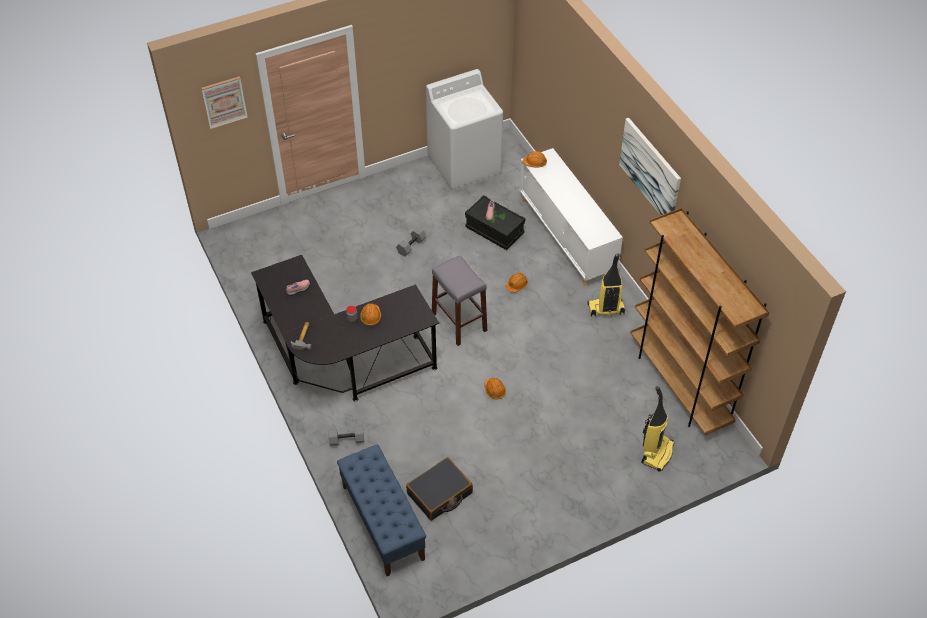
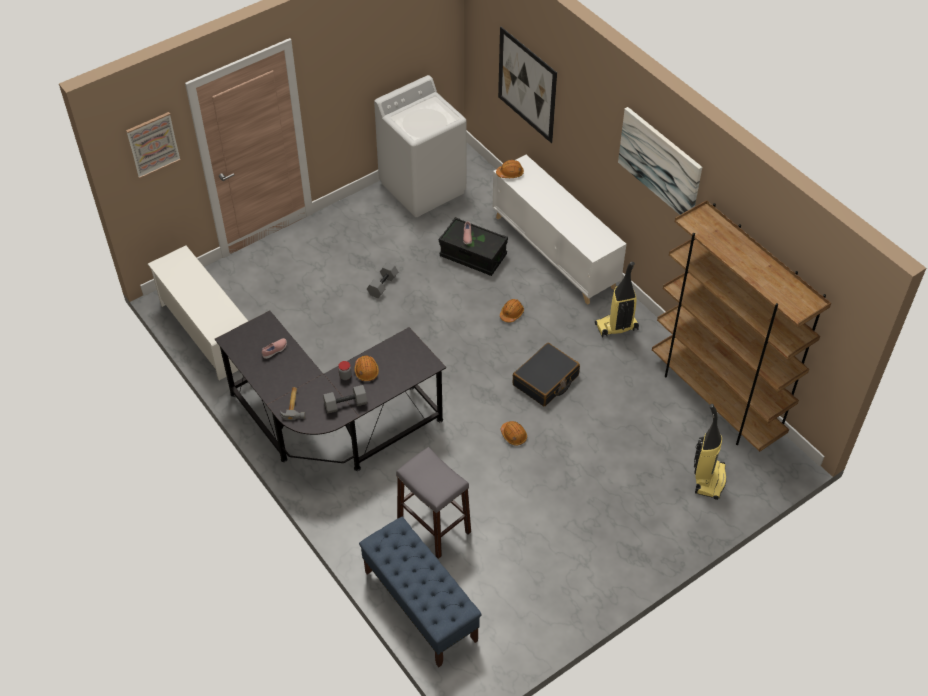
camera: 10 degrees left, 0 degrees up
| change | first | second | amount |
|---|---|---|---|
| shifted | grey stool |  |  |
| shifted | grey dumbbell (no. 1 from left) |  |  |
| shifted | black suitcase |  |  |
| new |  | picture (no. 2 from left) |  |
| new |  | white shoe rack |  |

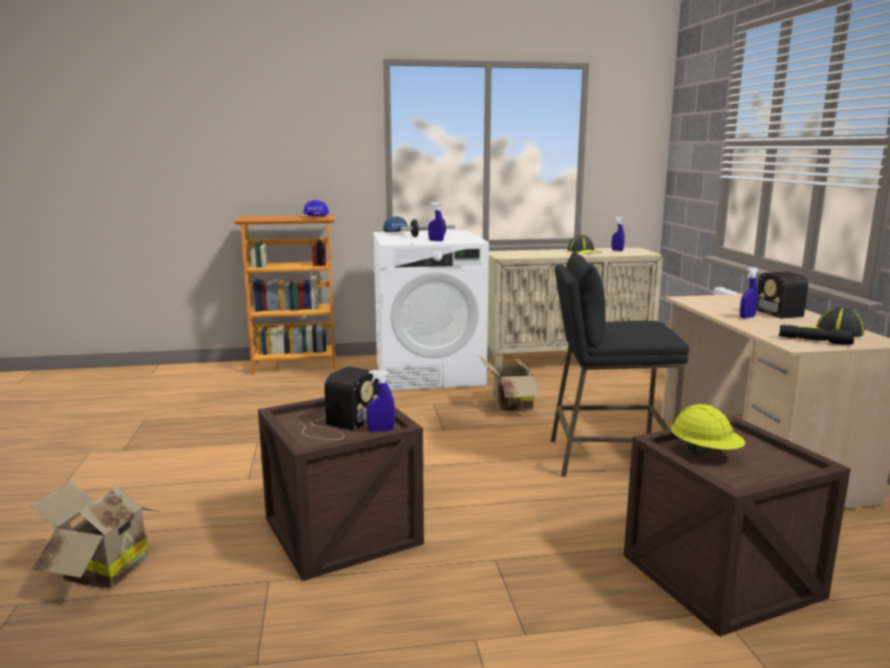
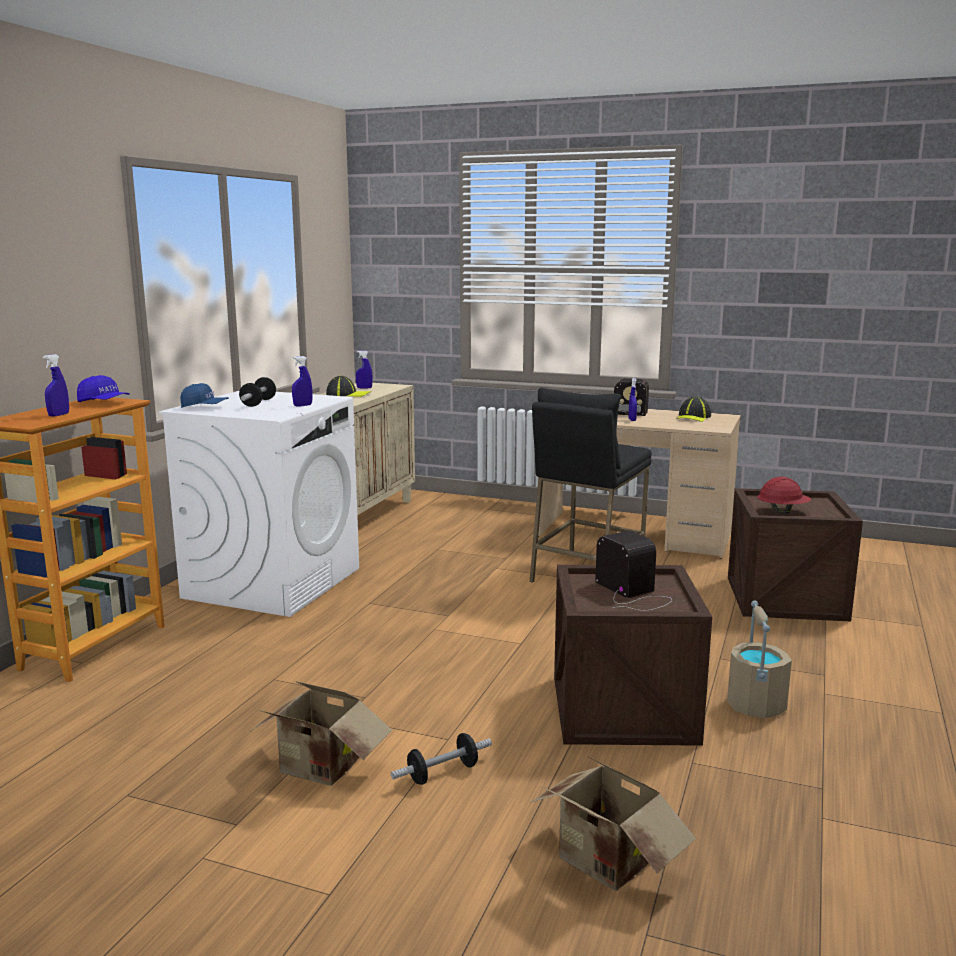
camera: 60 degrees left, 0 degrees up
| change | first | second | amount |
|---|---|---|---|
| gone | black flashlight |  |  |
| shifted | cardboard box (no. 2 from left in the first image) | cardboard box (no. 1 from left) |  |
| shifted | blue spray bottle (no. 1 from left) |  |  |
| repainted | yellow hard hat | red hard hat |  |
| new |  | beige bucket |  |
| new |  | dumbbell (no. 2 from left) |  |

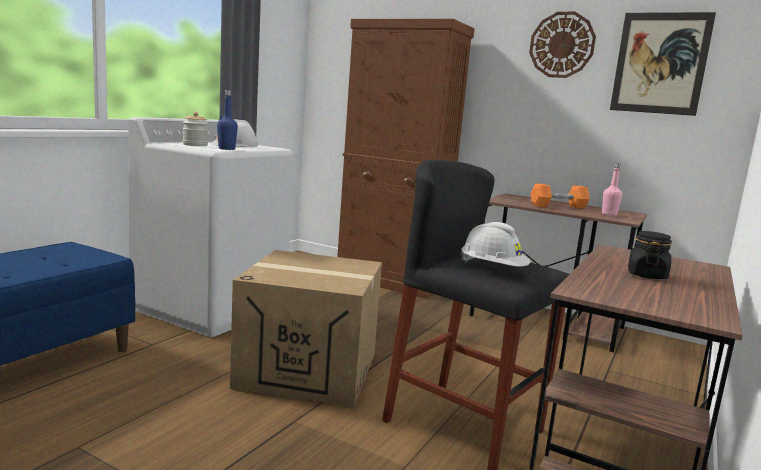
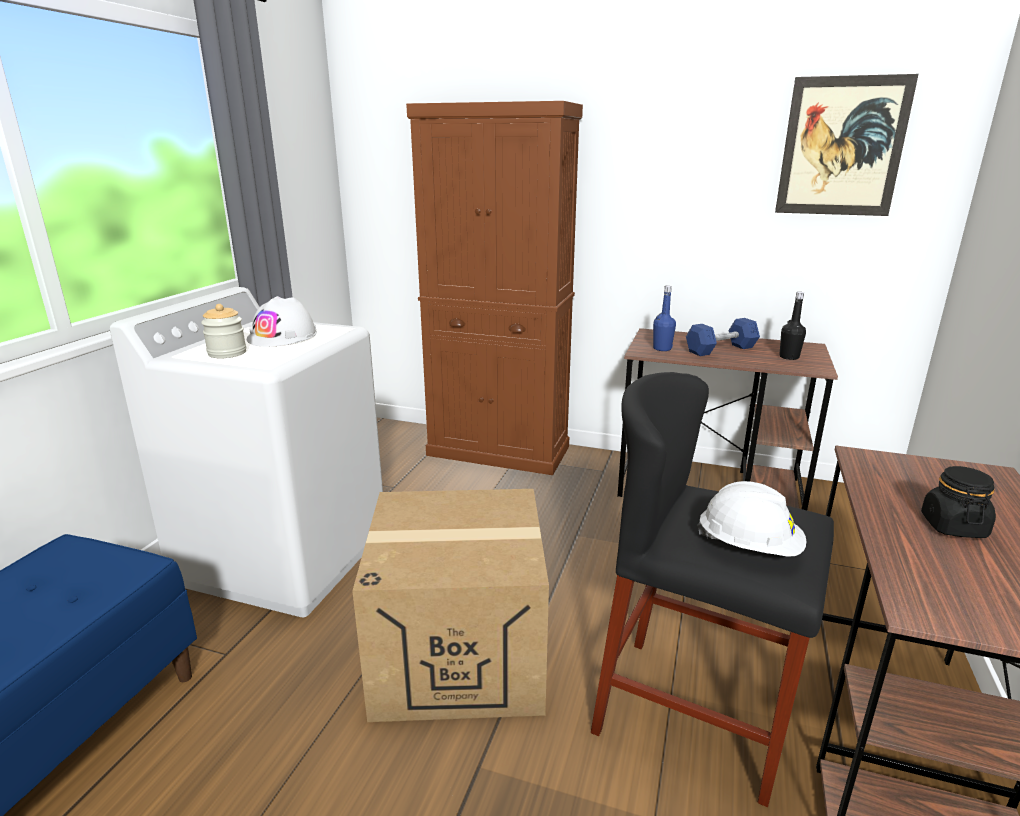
camera: 10 degrees left, 10 degrees up
| change | first | second | amount |
|---|---|---|---|
| gone | wall clock |  |  |
| shifted | blue bottle |  |  |
| repainted | pink bottle | black bottle |  |
| repainted | orange dumbbell | blue dumbbell |  |

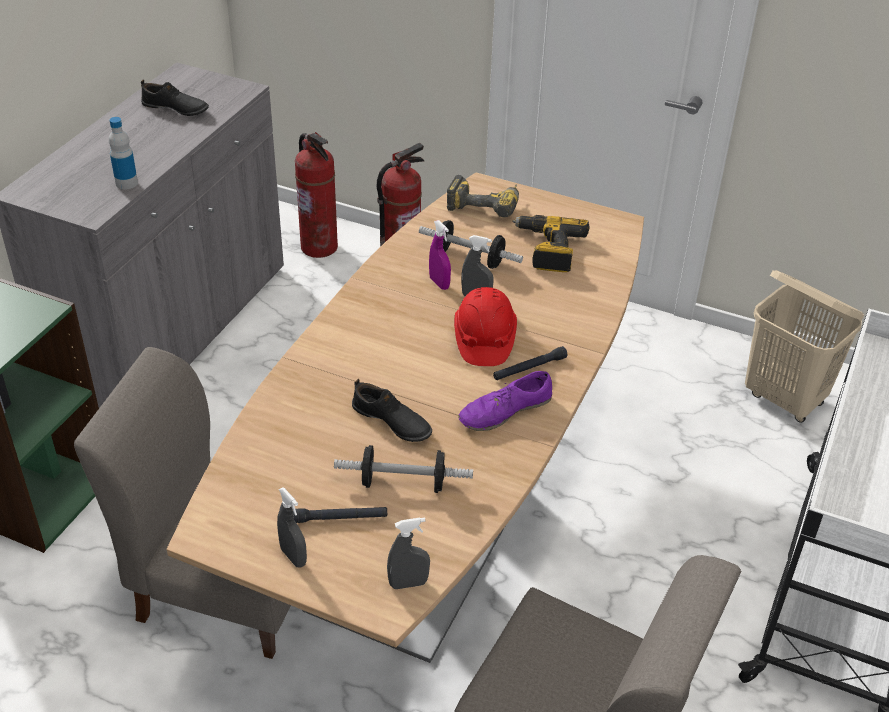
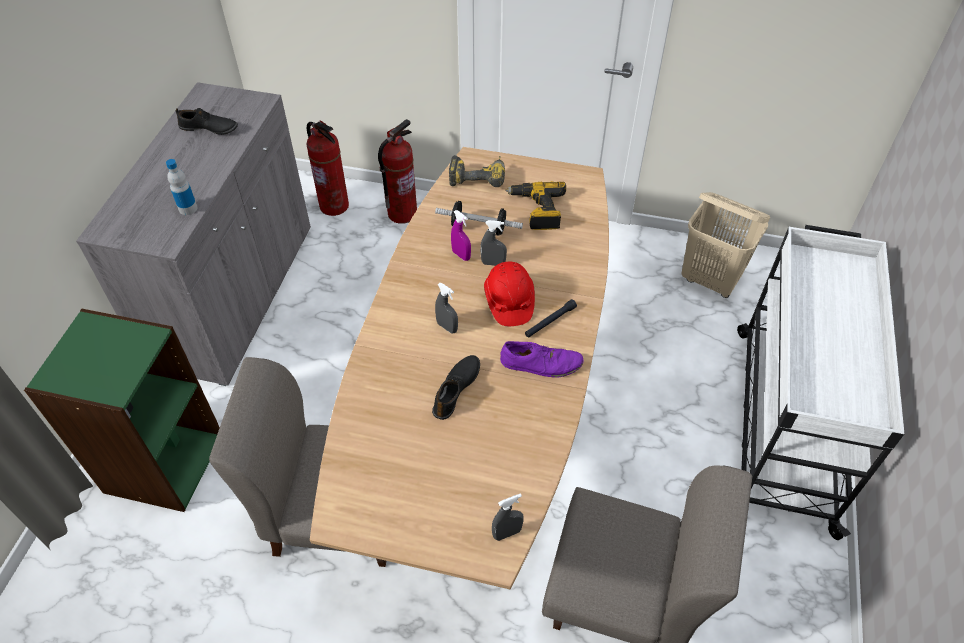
camera: 10 degrees left, 10 degrees up
| change | first | second | amount |
|---|---|---|---|
| rotated | purple shoe |  | 135 degrees counterclockwise |
| rotated | black shoe (no. 2 from left) |  | 90 degrees counterclockwise |
| gone | dumbbell (no. 1 from left) |  |  |
| shifted | grey spray bottle (no. 1 from left) |  |  |
| gone | black flashlight (no. 1 from left) |  |  |

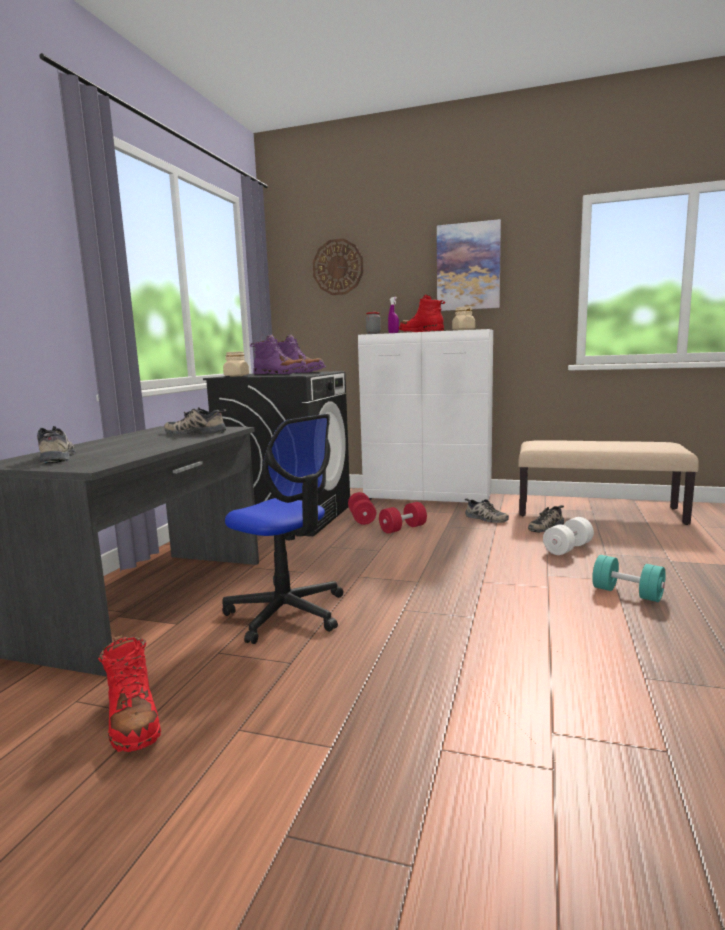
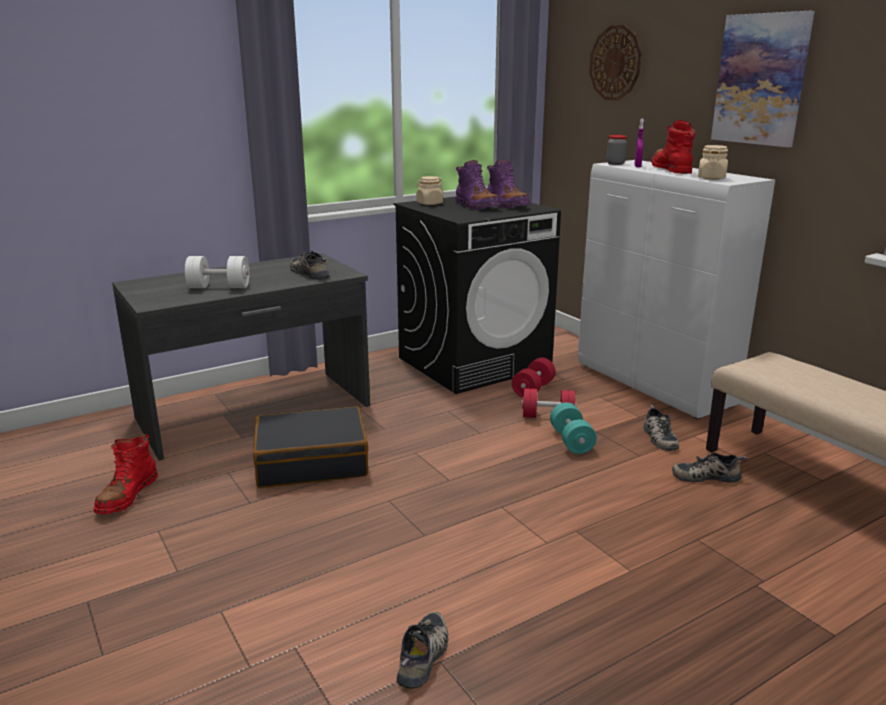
camera: 40 degrees right, 10 degrees up
| change | first | second | amount |
|---|---|---|---|
| swapped | office chair | black suitcase |  |
| shifted | shoe (no. 1 from left in the first image) | shoe (no. 2 from left) |  |
| shifted | white dumbbell |  |  |
| shifted | turquoise dumbbell |  |  |

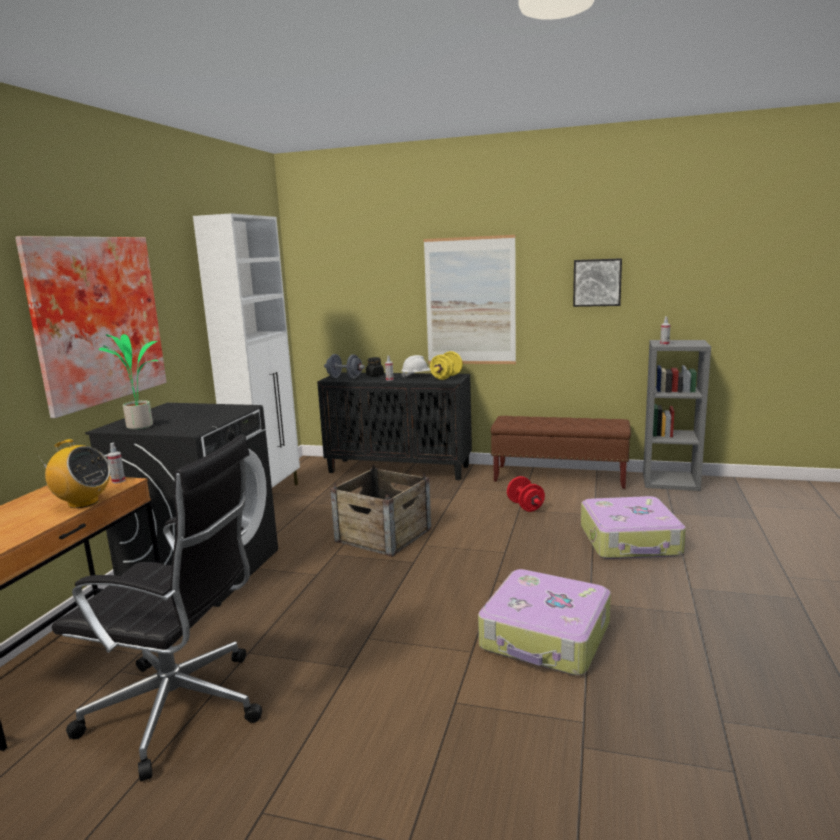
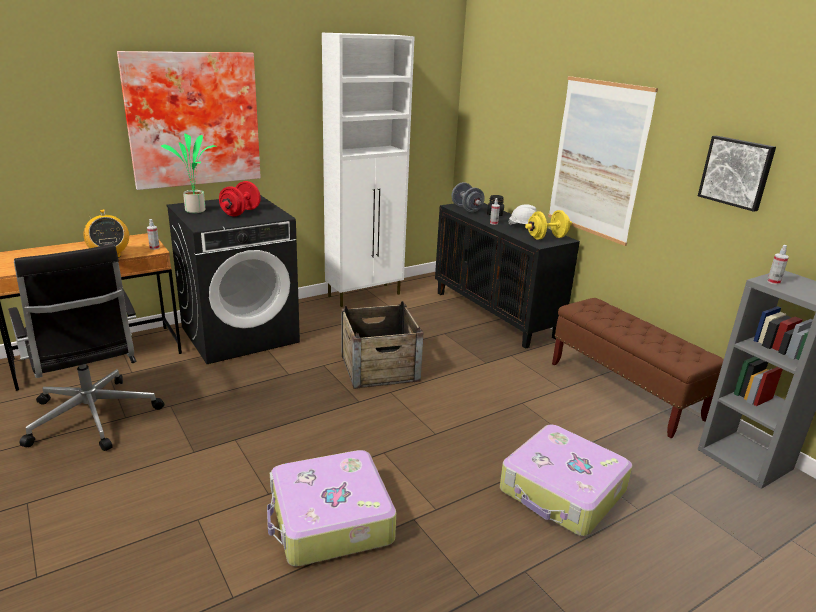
camera: 40 degrees right, 10 degrees up
| change | first | second | amount |
|---|---|---|---|
| shifted | red dumbbell |  |  |

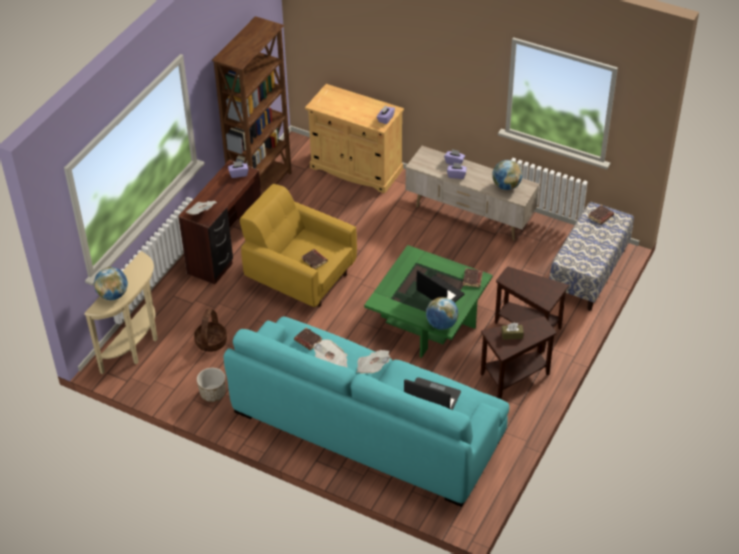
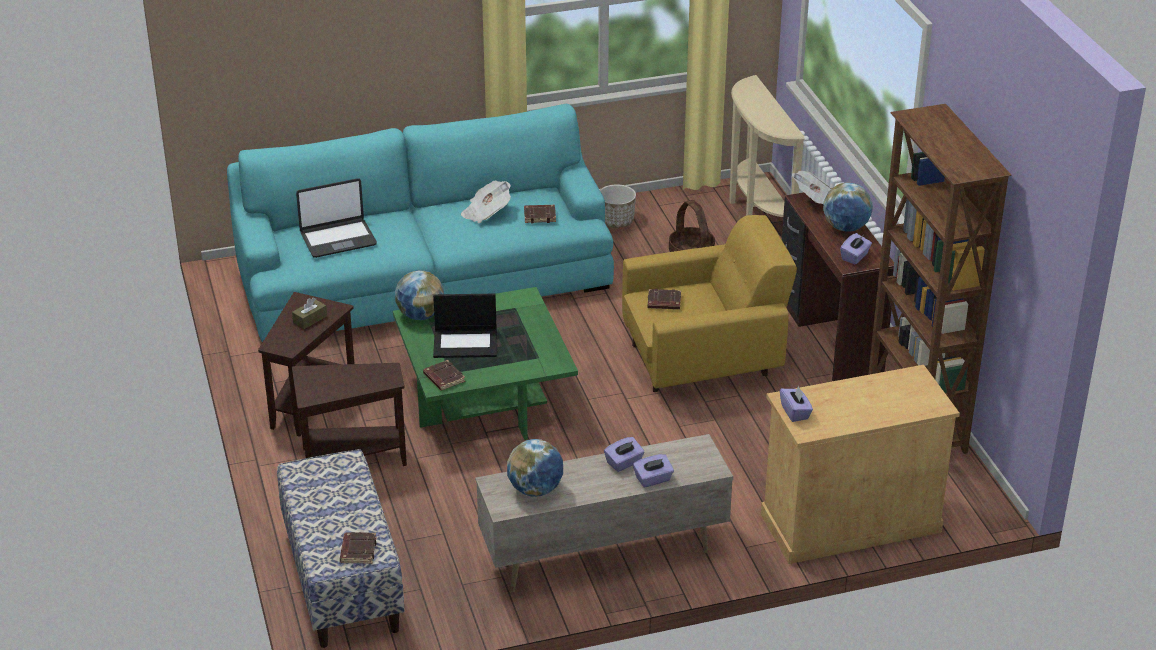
camera: 135 degrees right, 10 degrees down
| change | first | second | amount |
|---|---|---|---|
| shifted | globe (no. 1 from left in the first image) | globe (no. 3 from left) |  |
| gone | newspaper (no. 3 from left) |  |  |

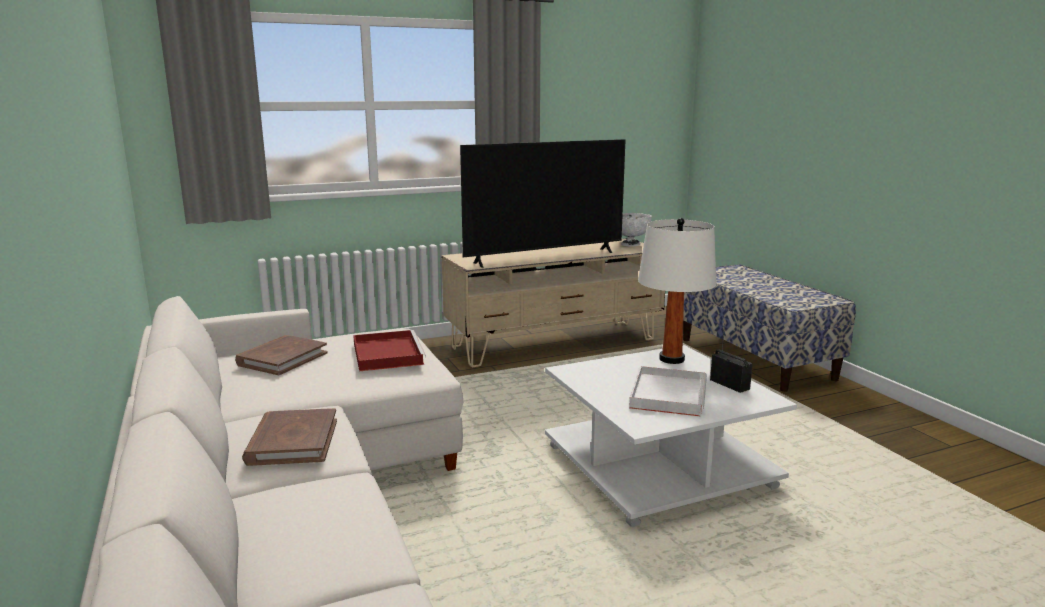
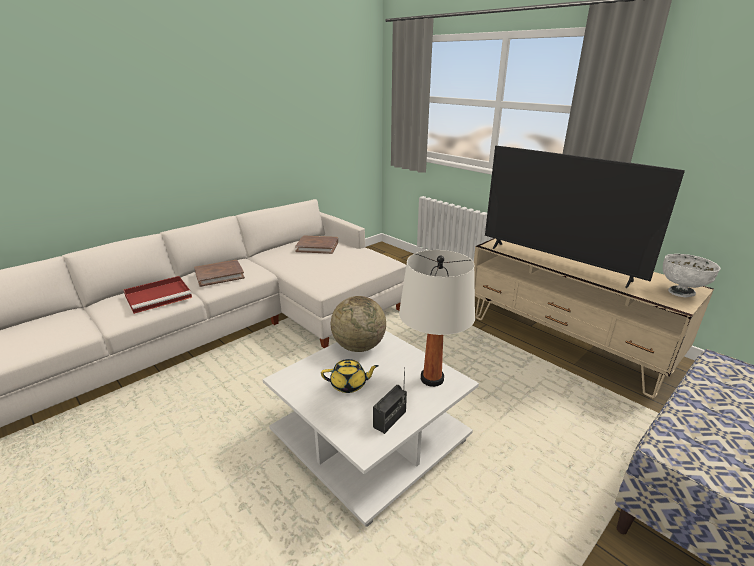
camera: 70 degrees right, 10 degrees up
| change | first | second | amount |
|---|---|---|---|
| shifted | red tray |  |  |
| swapped | white tray | yellow teapot |  |
| new |  | globe |  |

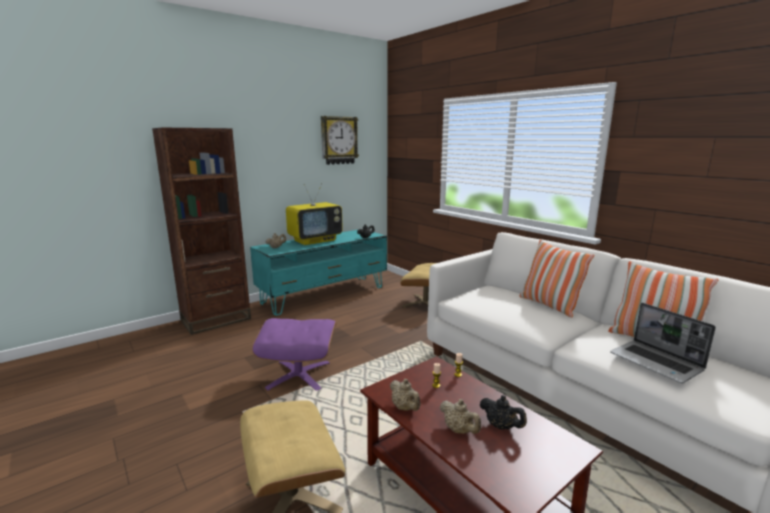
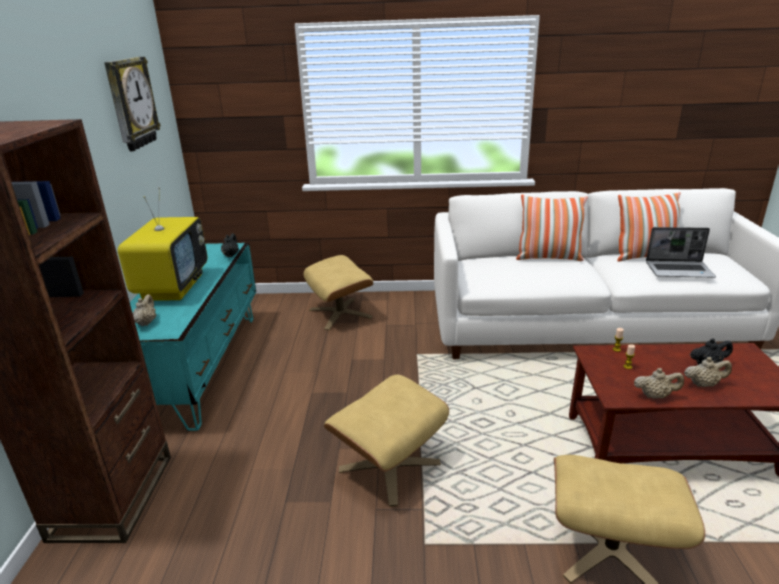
camera: 50 degrees left, 10 degrees up
| change | first | second | amount |
|---|---|---|---|
| repainted | purple ottoman | beige ottoman (no. 2 from left) |  |

